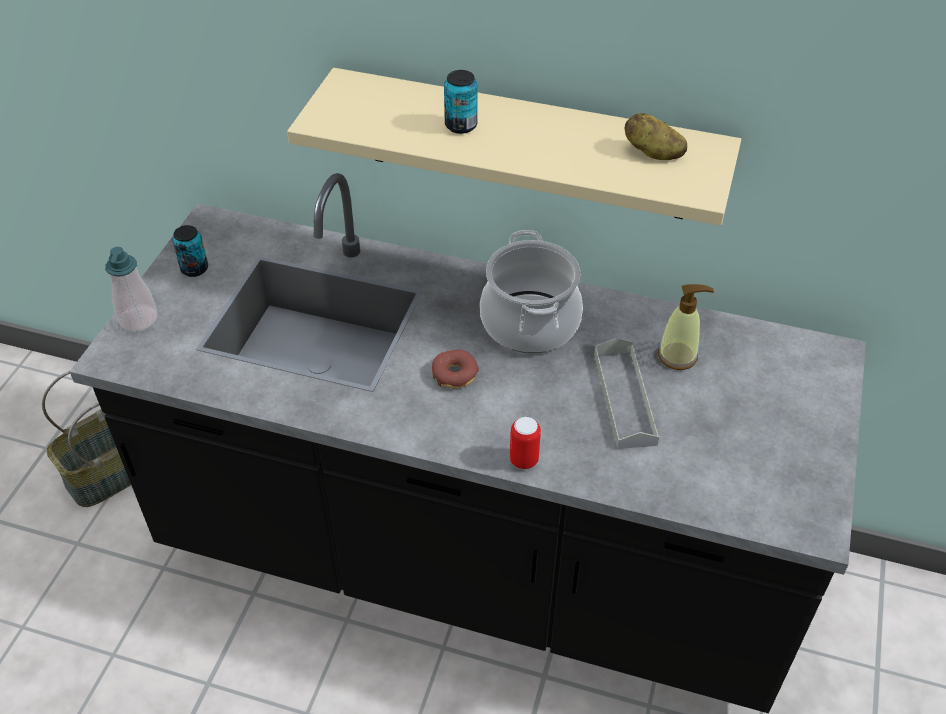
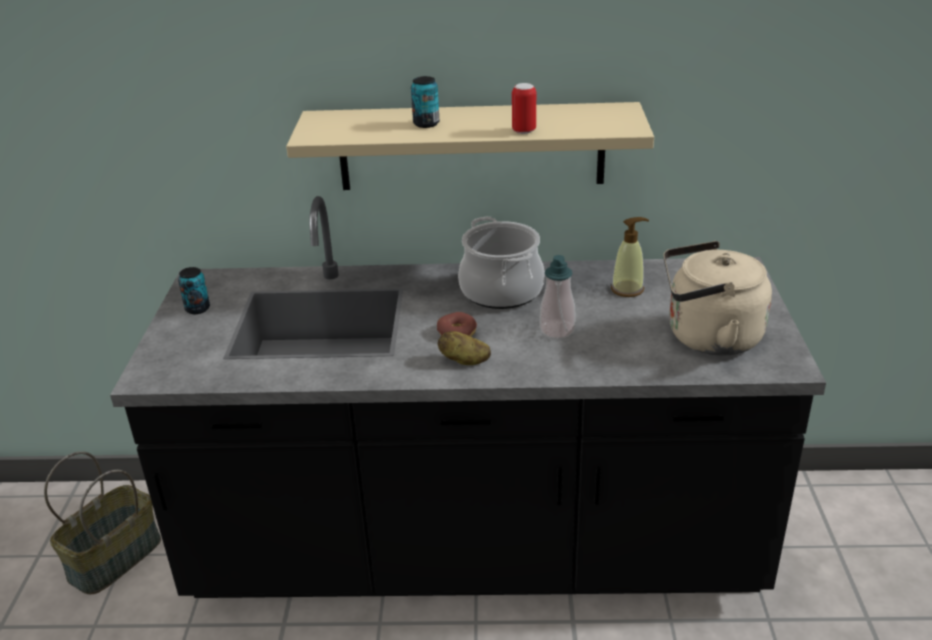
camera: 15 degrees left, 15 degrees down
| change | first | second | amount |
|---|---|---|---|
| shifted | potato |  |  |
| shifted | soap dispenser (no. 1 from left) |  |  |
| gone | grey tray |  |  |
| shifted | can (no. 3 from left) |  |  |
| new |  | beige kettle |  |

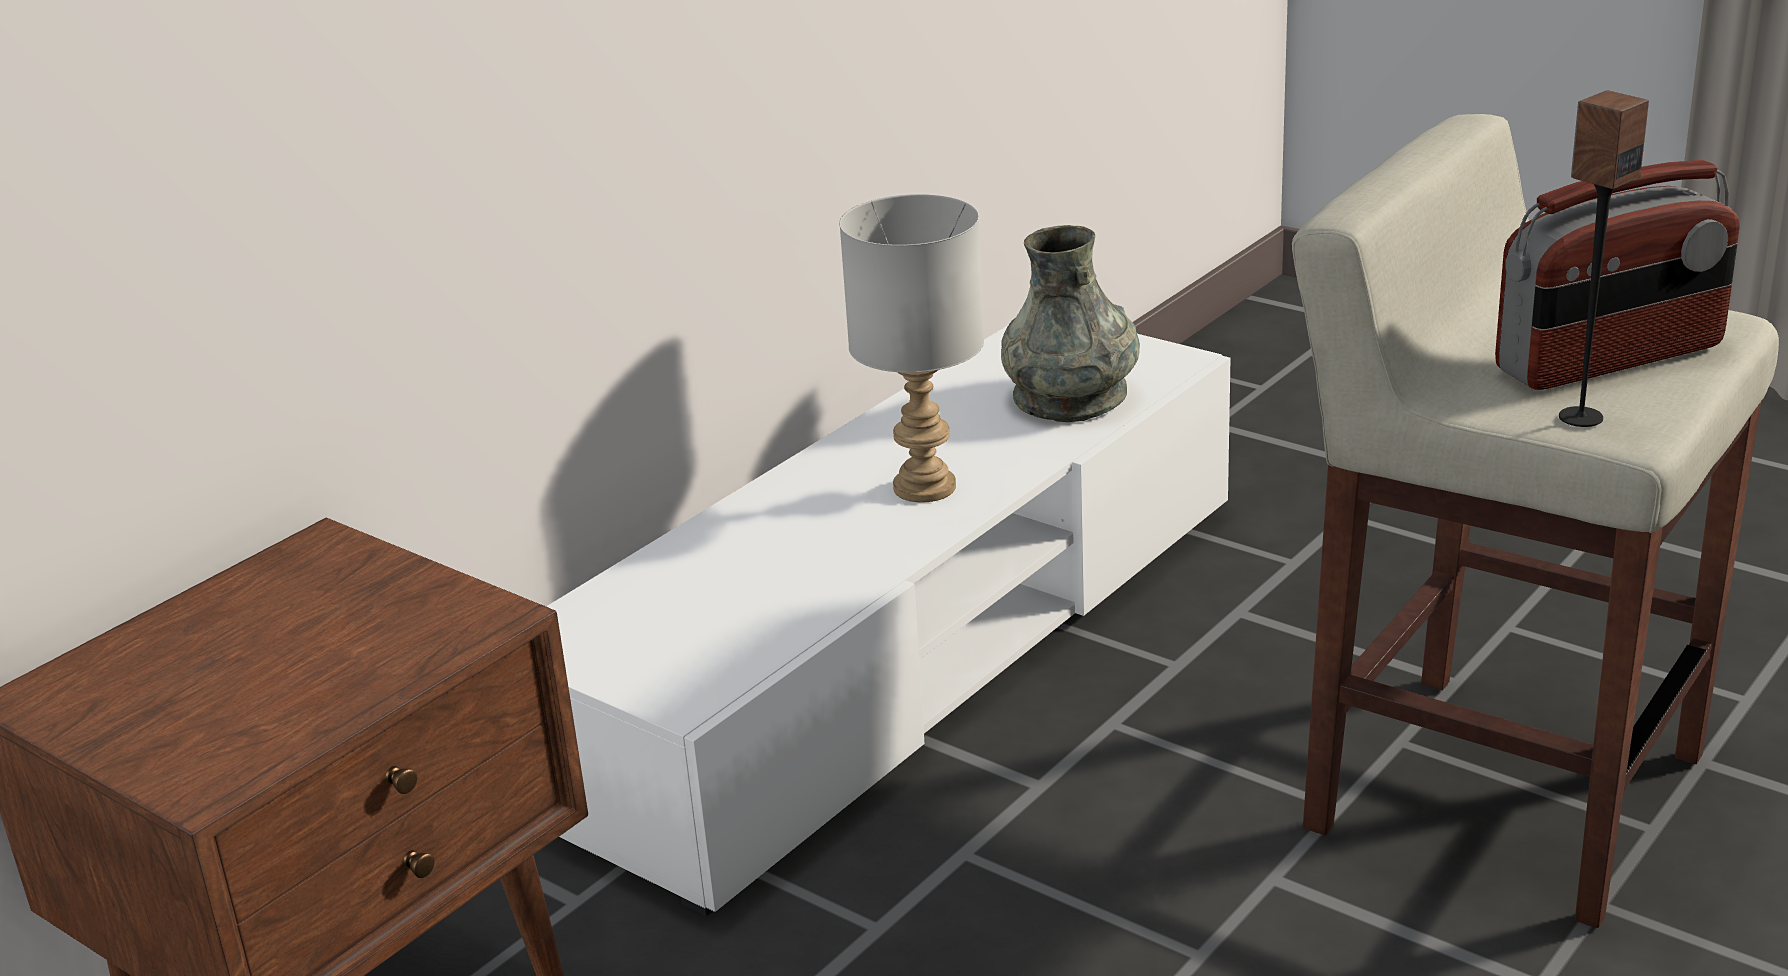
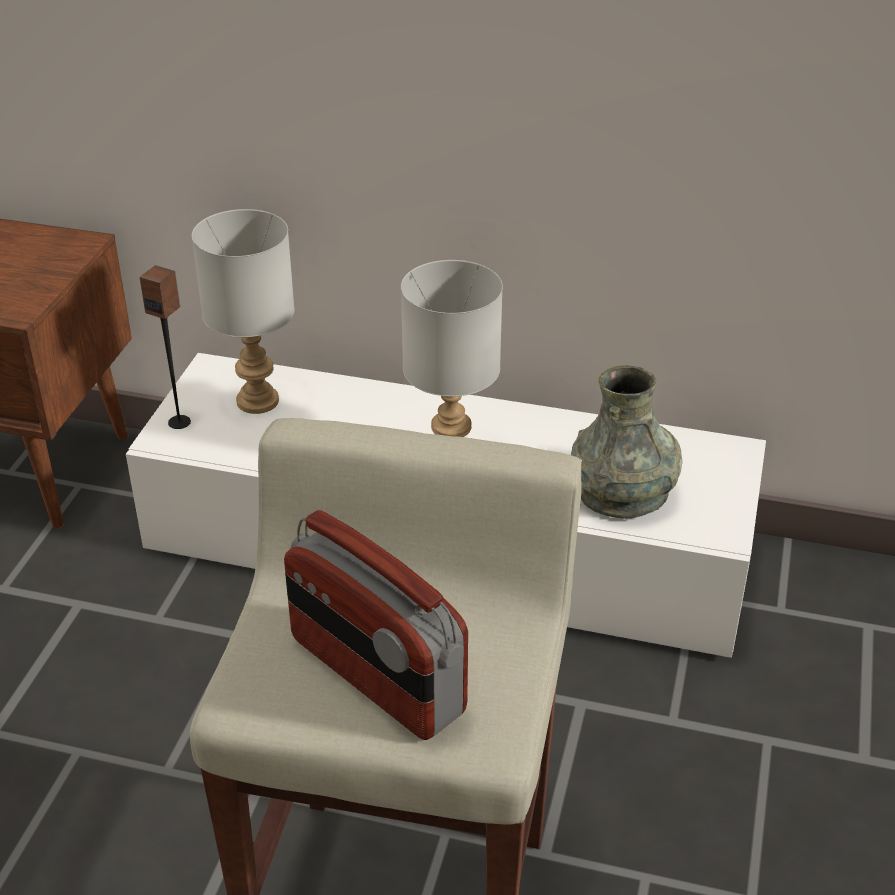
camera: 65 degrees right, 10 degrees up
| change | first | second | amount |
|---|---|---|---|
| shifted | speaker |  |  |
| new |  | grey table lamp (no. 1 from left) |  |

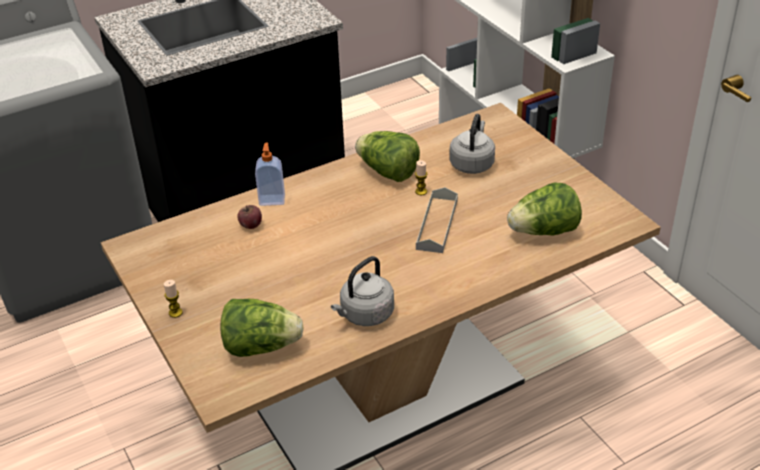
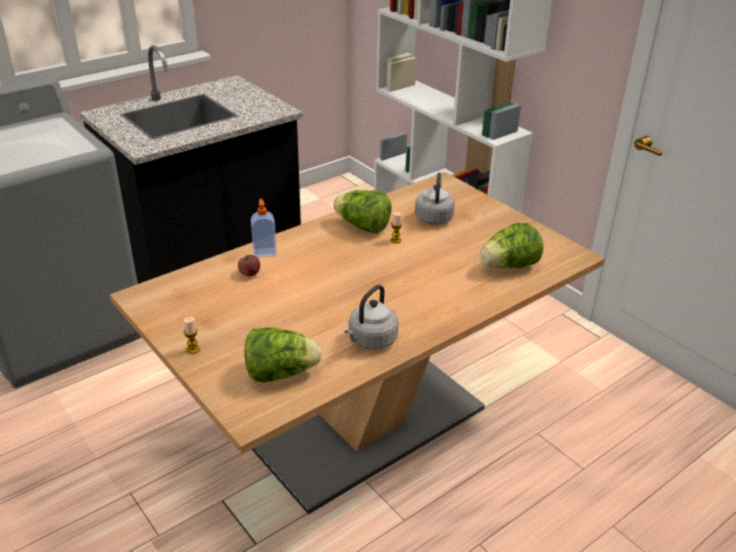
camera: 10 degrees left, 5 degrees down
| change | first | second | amount |
|---|---|---|---|
| gone | grey tray |  |  |

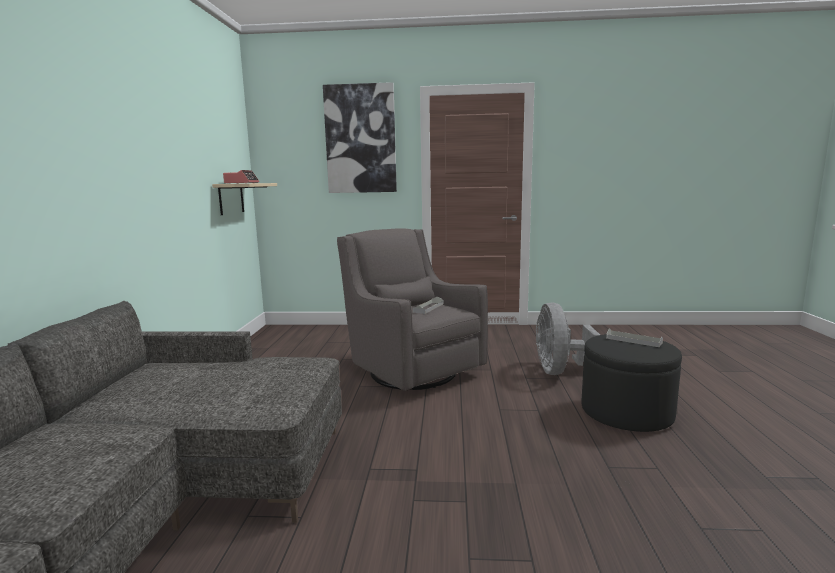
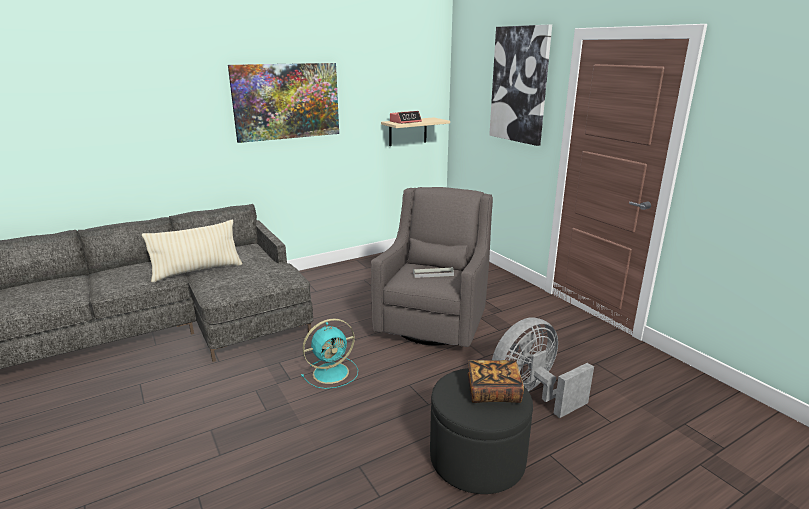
camera: 55 degrees right, 10 degrees up
| change | first | second | amount |
|---|---|---|---|
| swapped | grey tray (no. 2 from left) | book |  |
| new |  | picture (no. 1 from left) |  |
| new |  | beige pillow |  |
| new |  | turquoise fan |  |

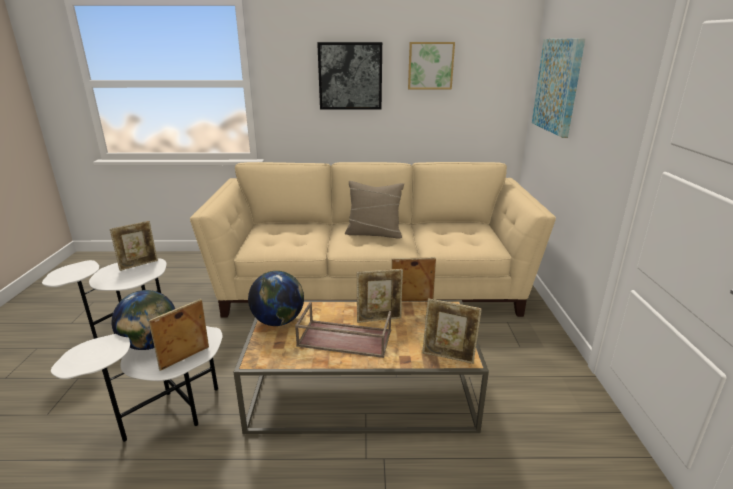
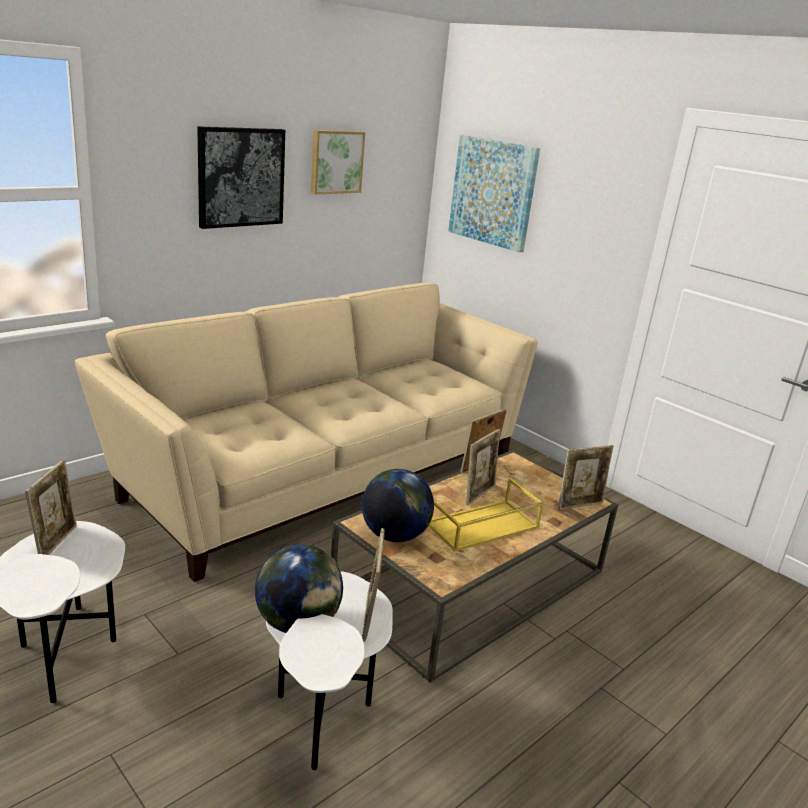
camera: 45 degrees left, 0 degrees up
| change | first | second | amount |
|---|---|---|---|
| gone | beige pillow |  |  |
| repainted | brown tray | yellow tray |  |

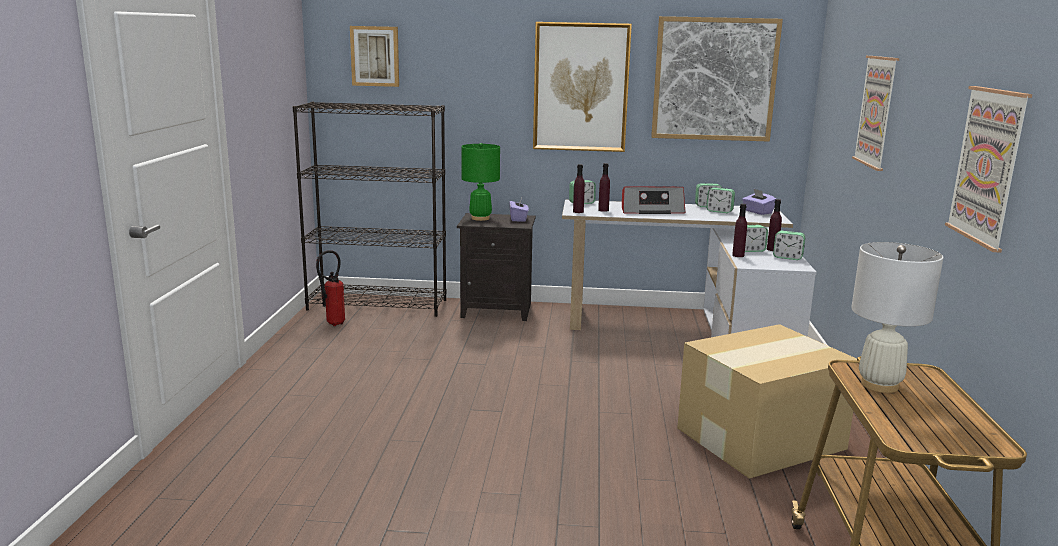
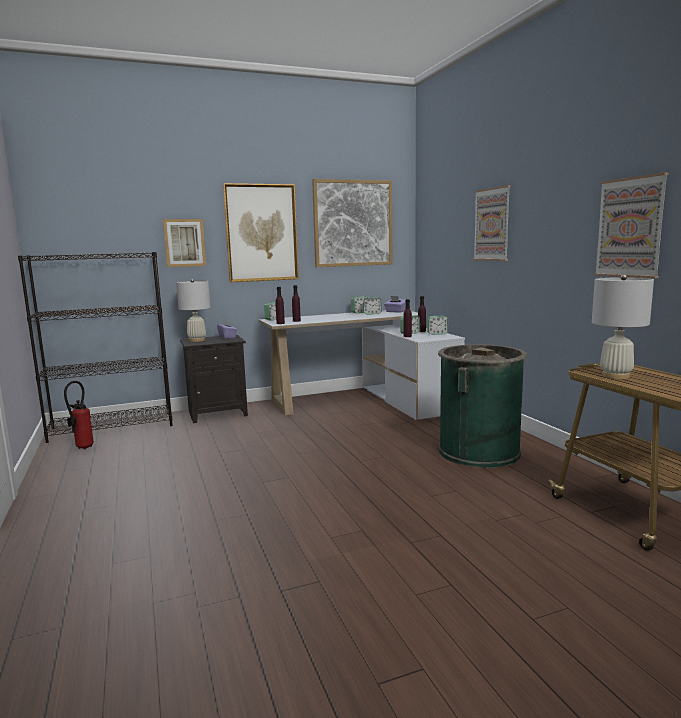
camera: 25 degrees left, 5 degrees down
| change | first | second | amount |
|---|---|---|---|
| shifted | picture (no. 1 from left) |  |  |
| repainted | green table lamp | white table lamp (no. 1 from left) |  |
| gone | radio |  |  |
| swapped | cardboard box | green trash can |  |

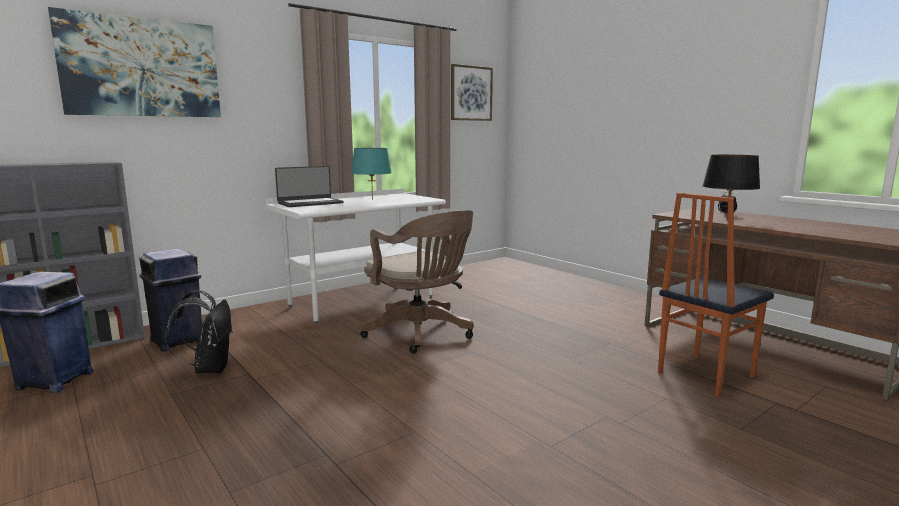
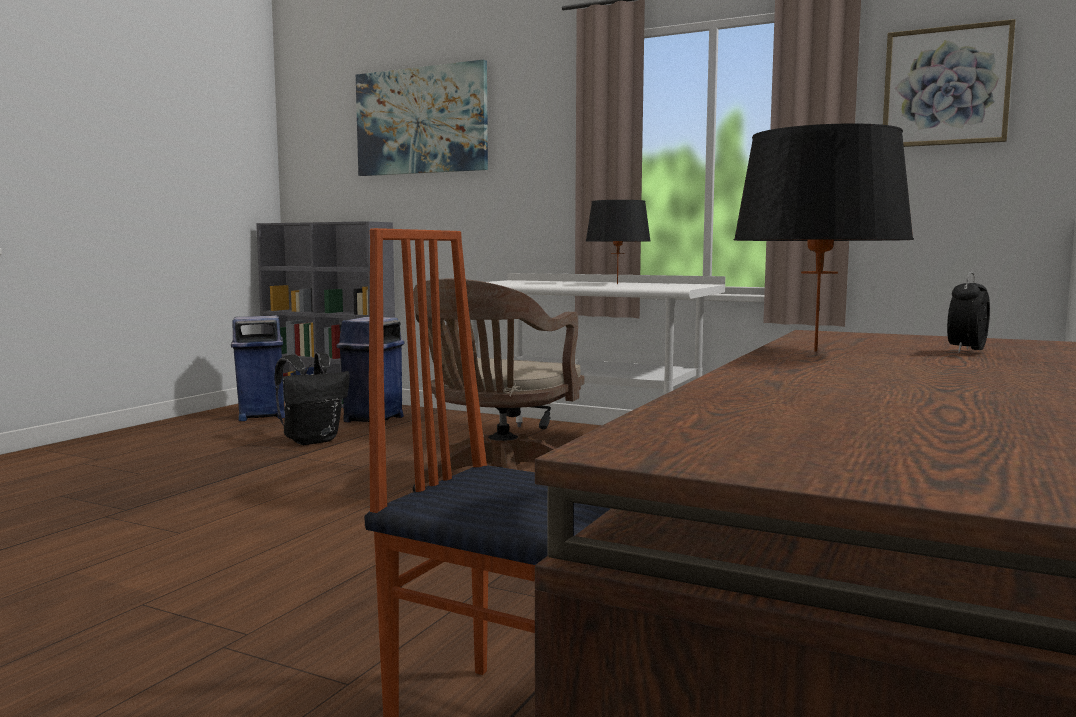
camera: 65 degrees right, 5 degrees down
| change | first | second | amount |
|---|---|---|---|
| repainted | turquoise table lamp | black table lamp (no. 1 from left) |  |
| gone | laptop |  |  |

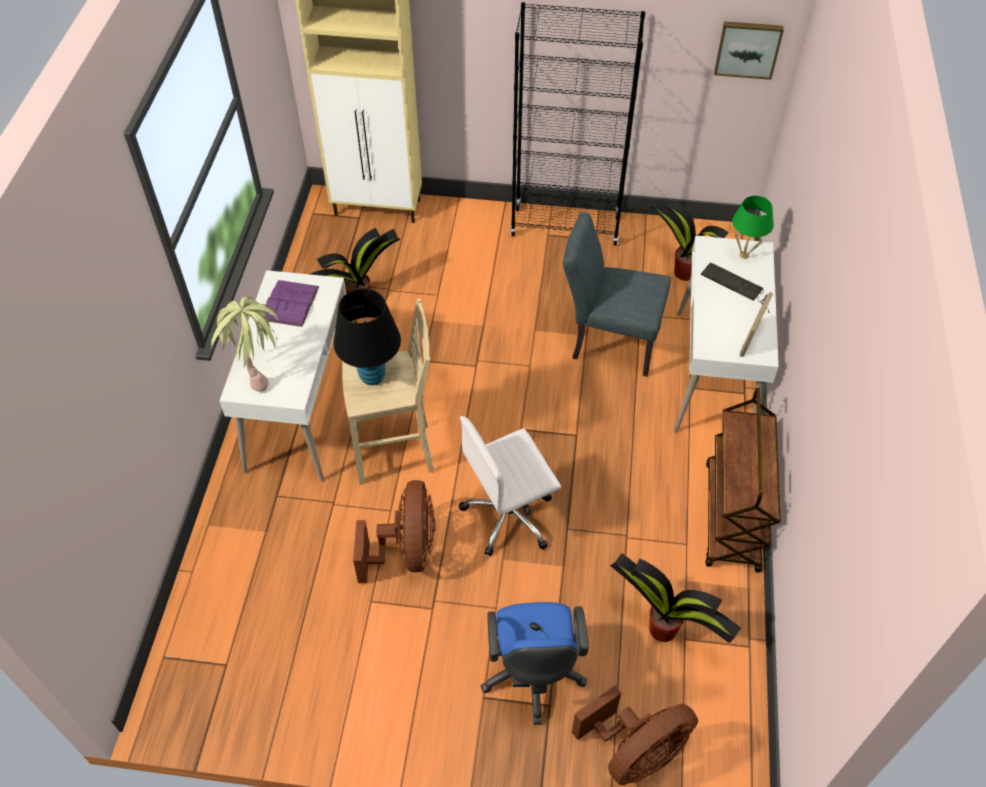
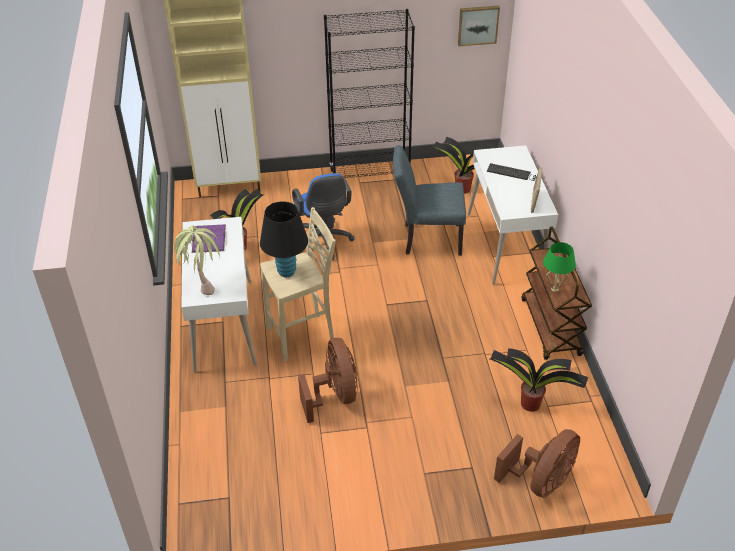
camera: 15 degrees left, 10 degrees down
| change | first | second | amount |
|---|---|---|---|
| shifted | green table lamp |  |  |
| gone | white office chair |  |  |
| shifted | blue office chair |  |  |

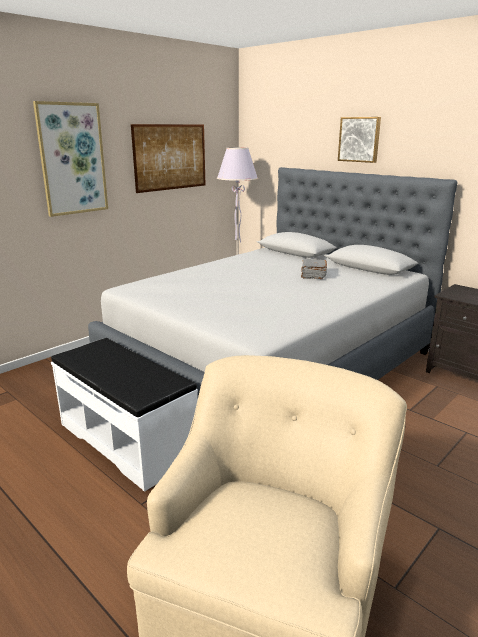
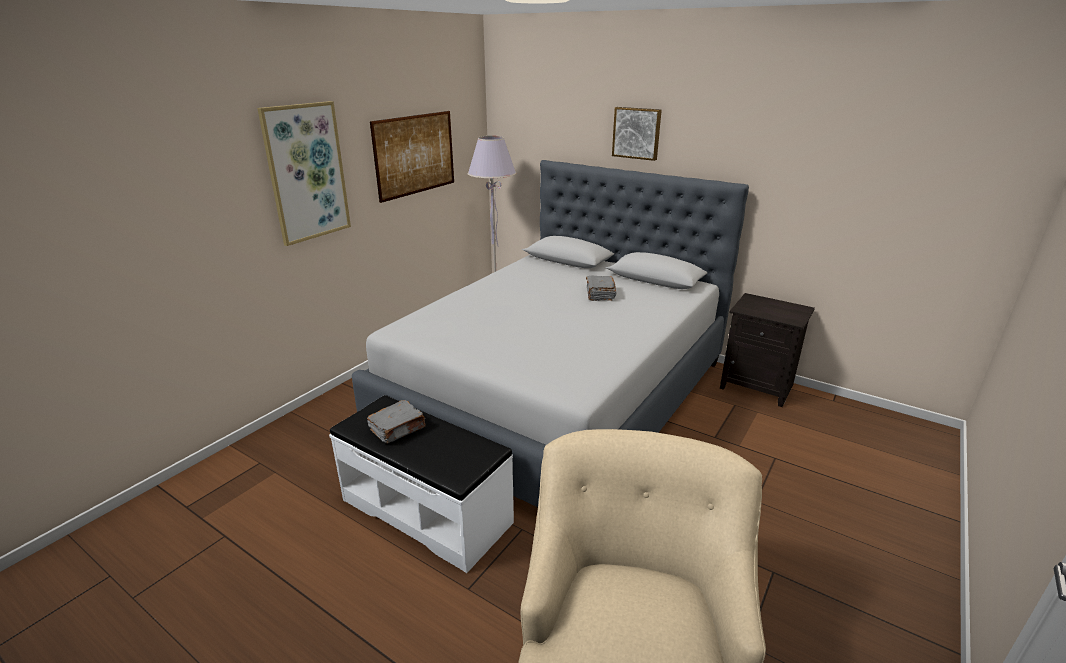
camera: 10 degrees left, 5 degrees up
| change | first | second | amount |
|---|---|---|---|
| new |  | grey book (no. 1 from left) |  |

